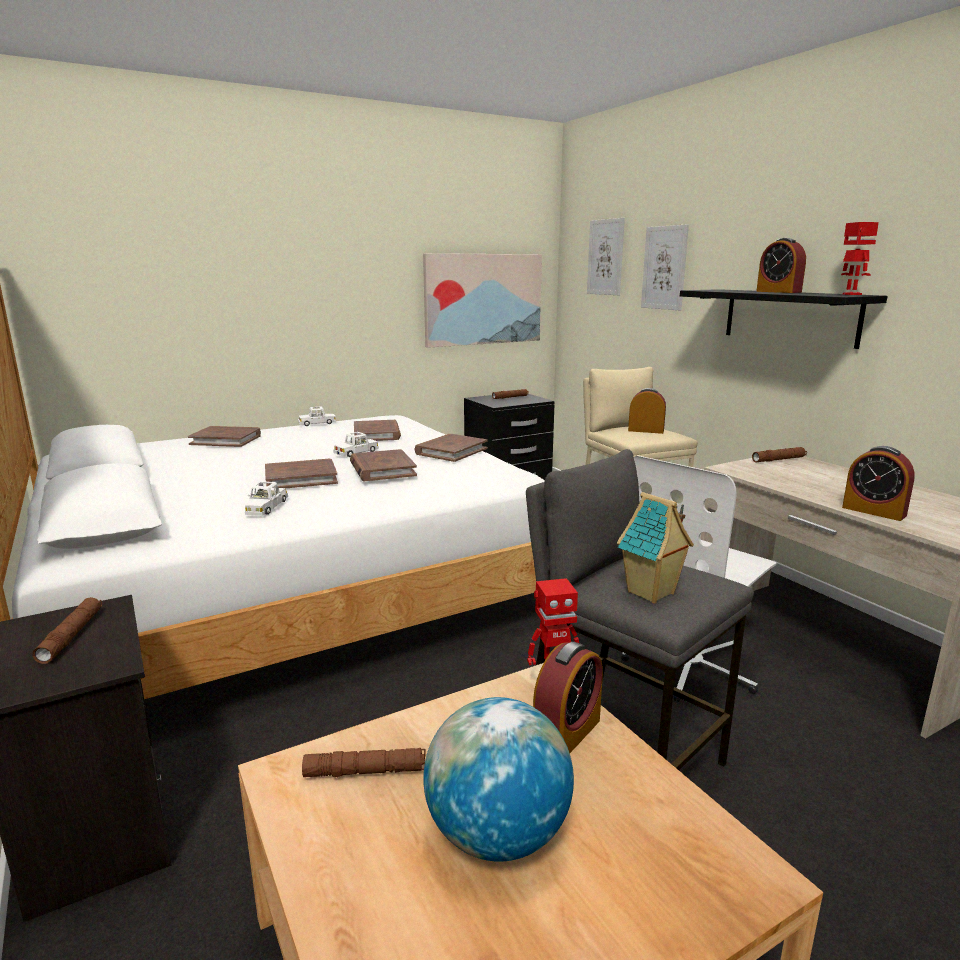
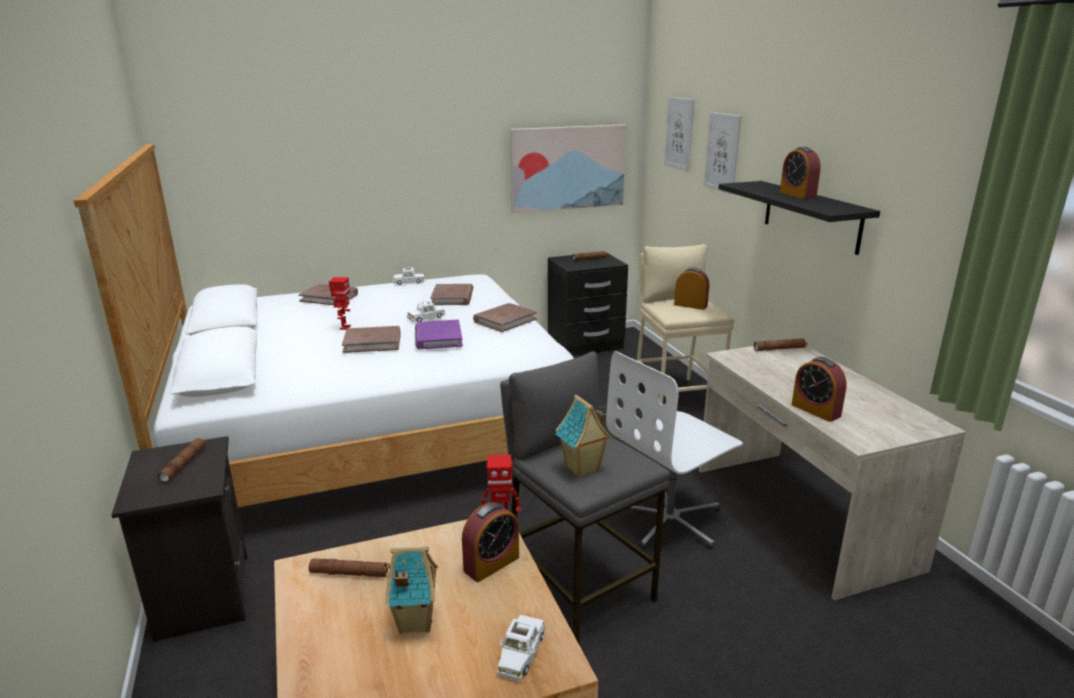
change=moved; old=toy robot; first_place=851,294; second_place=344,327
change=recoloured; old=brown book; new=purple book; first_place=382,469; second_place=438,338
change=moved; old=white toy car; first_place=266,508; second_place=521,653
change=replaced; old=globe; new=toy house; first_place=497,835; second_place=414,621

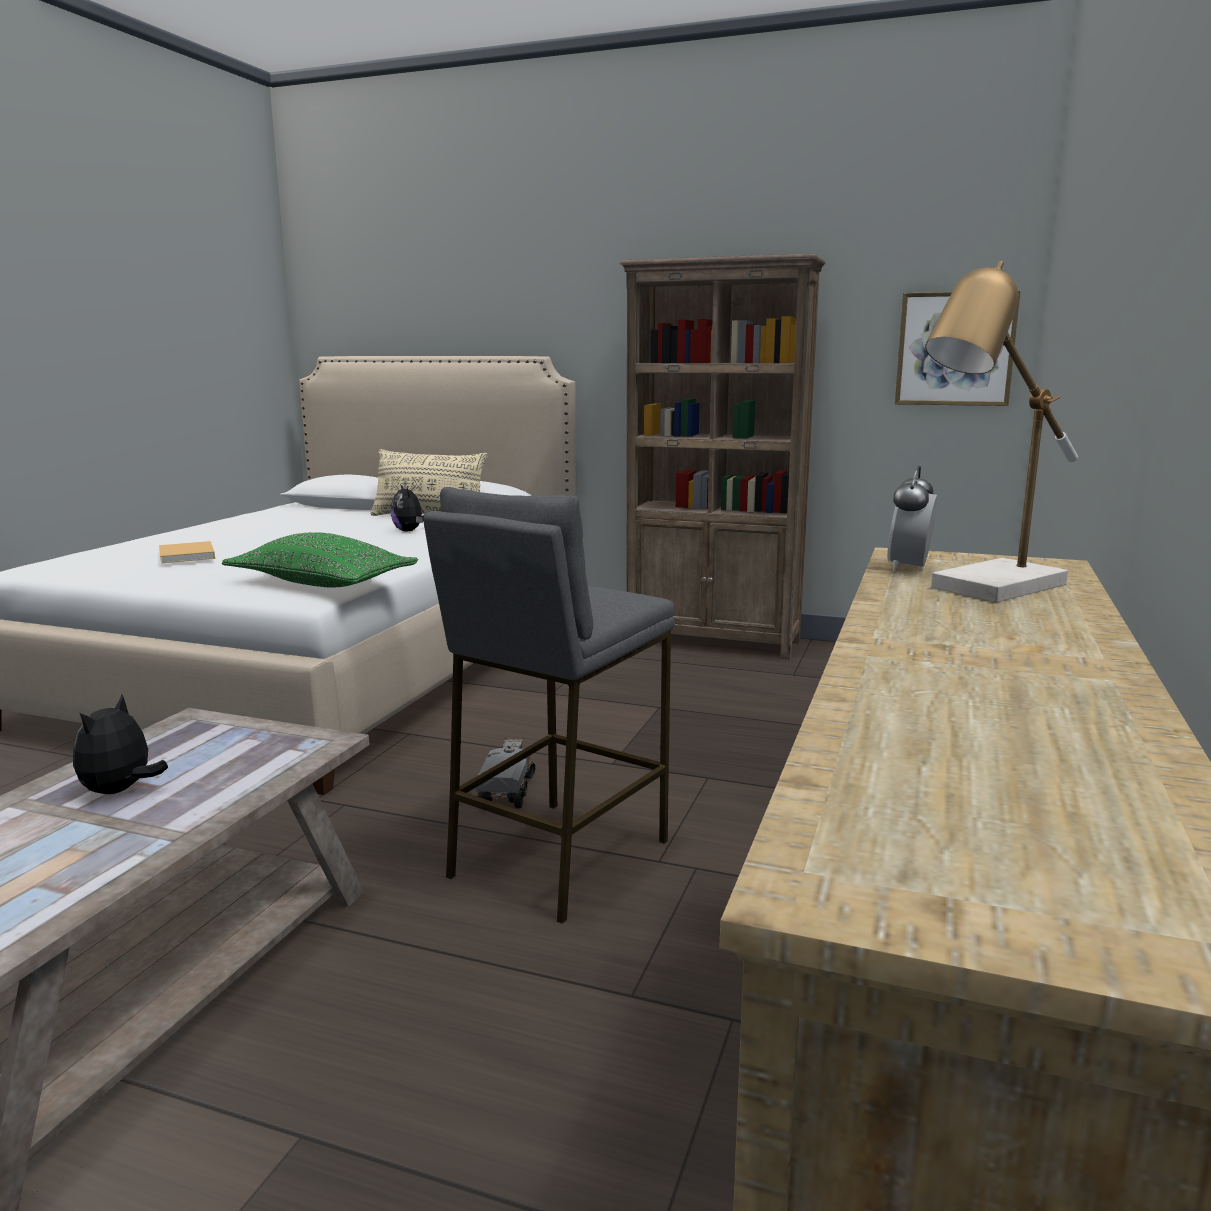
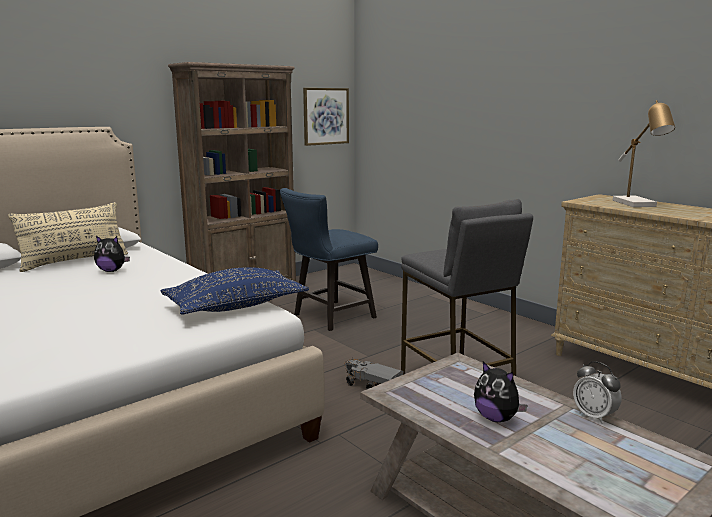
change=moved; old=alarm clock; first_place=909,568; second_place=594,416
change=recoloured; old=green pillow; new=blue pillow; first_place=322,584; second_place=236,306
change=removed; old=beige book; first_place=187,555
change=added; new=blue chair; second_place=329,317

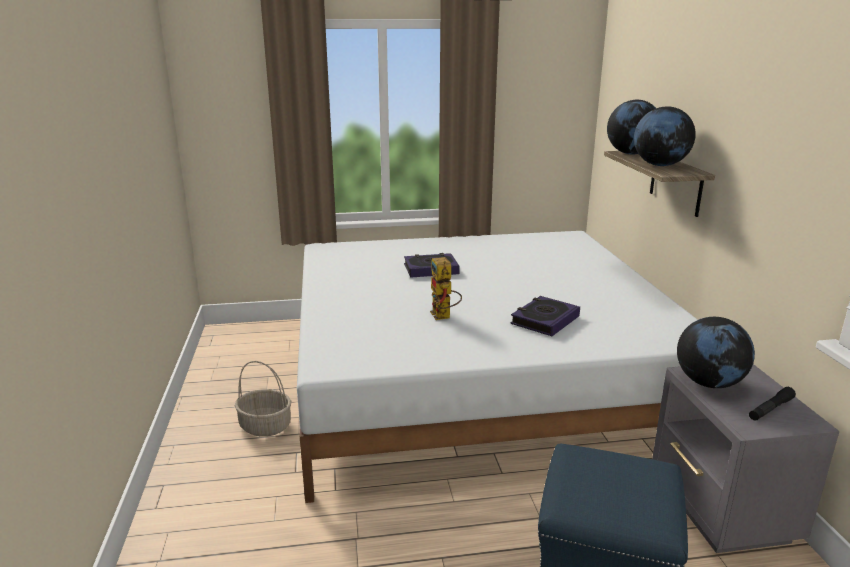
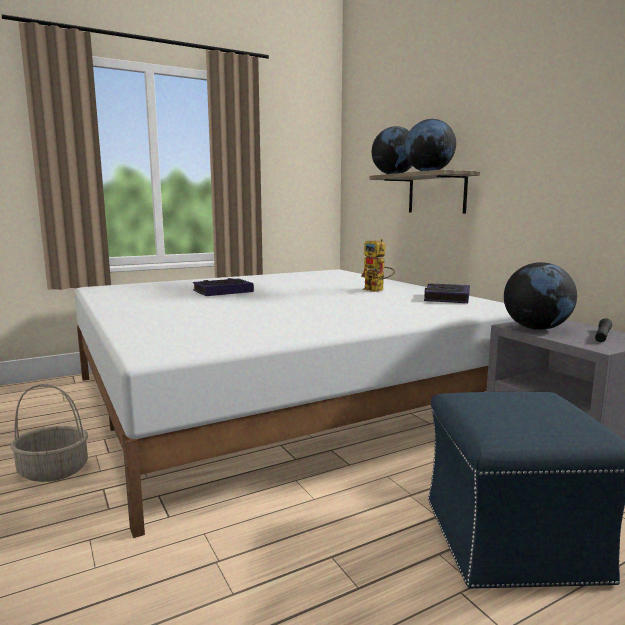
change=moved; old=toy robot; first_place=444,317; second_place=377,290
change=moved; old=book; first_place=544,320; second_place=447,298

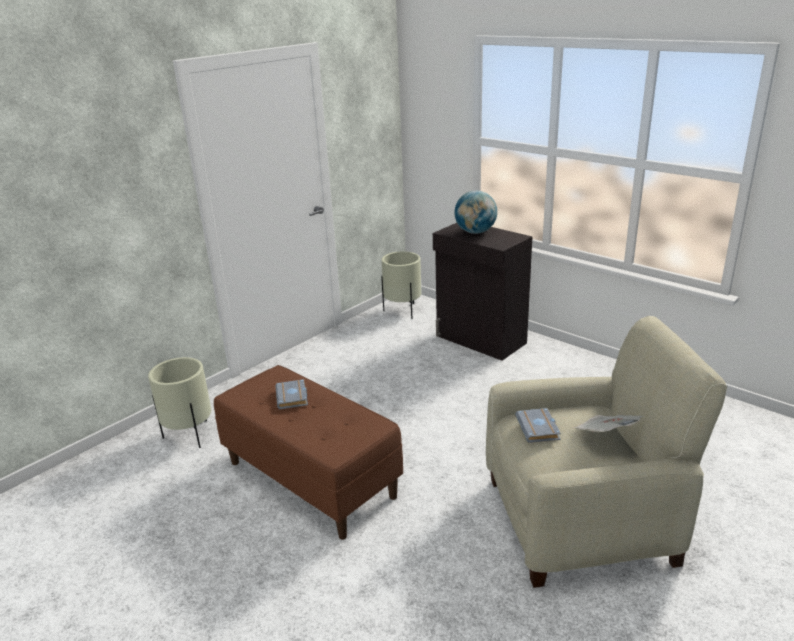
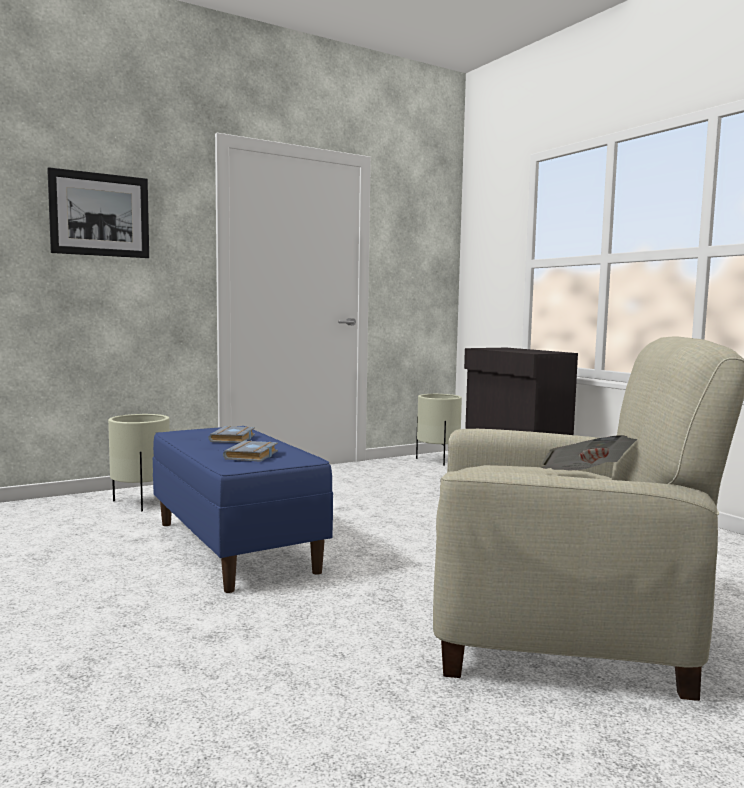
change=removed; old=globe; first_place=475,232
change=recoloured; old=brown bench; new=blue bench; first_place=309,479; second_place=233,546
change=moved; old=grey book; first_place=539,429; second_place=253,456
change=added; new=picture; second_place=100,215

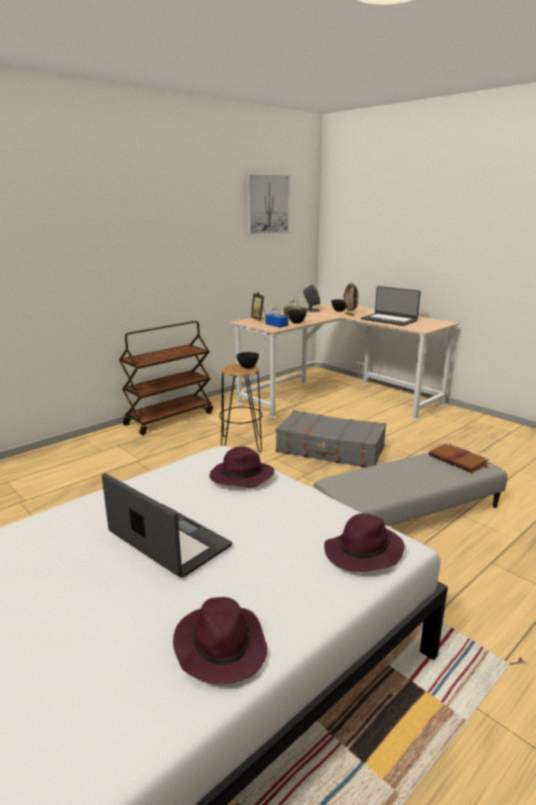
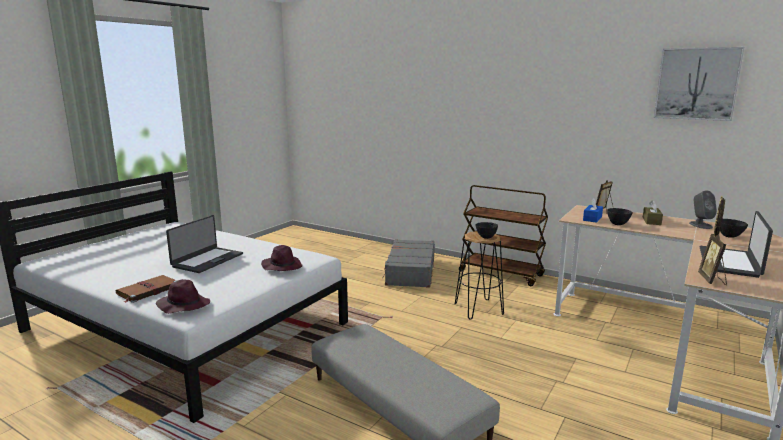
change=moved; old=grey suitcase; first_place=330,450; second_place=410,271
change=moved; old=brown book; first_place=459,460; second_place=147,290
change=removed; old=purple hat; first_place=220,646
change=added; new=picture frame; second_place=712,280

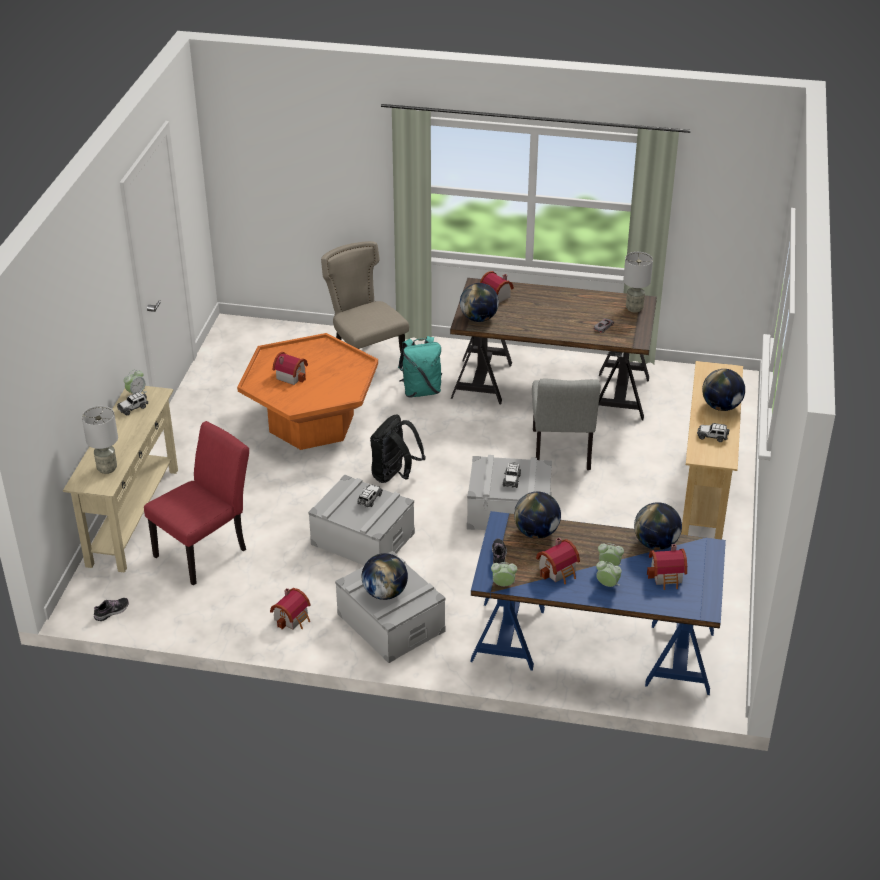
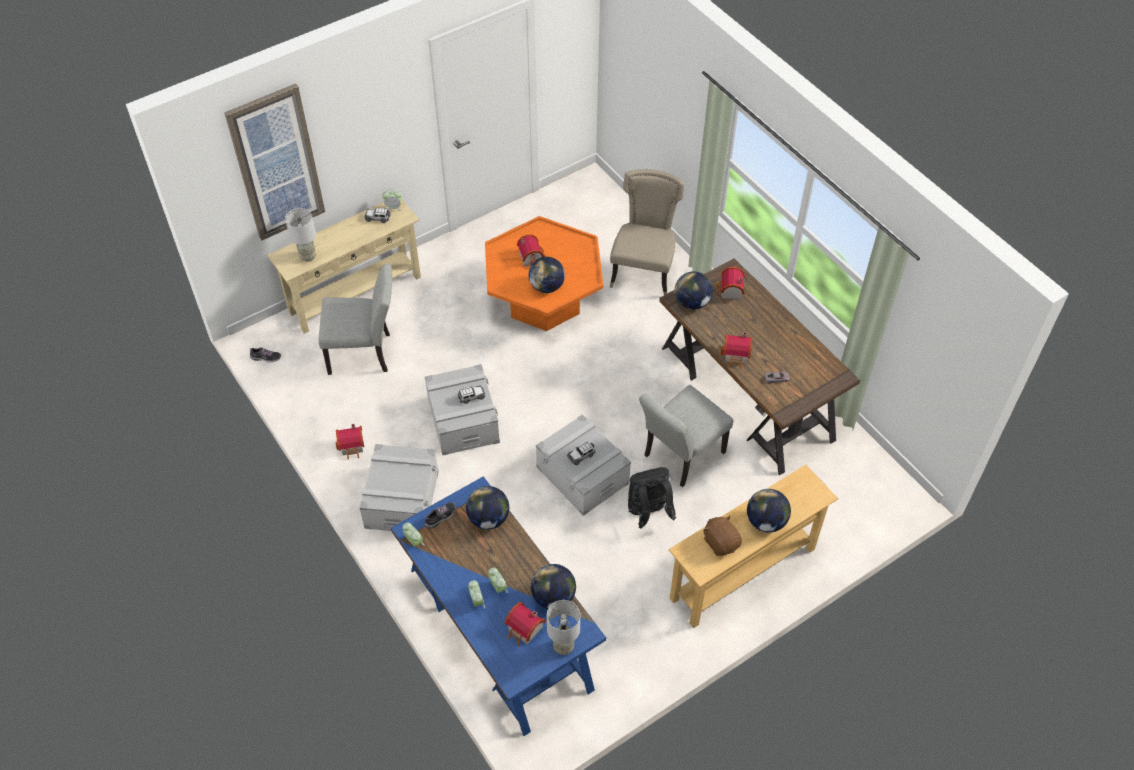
change=moved; old=grey table lamp; first_place=634,308; second_place=563,646
change=removed; old=turquoise backpack; first_place=421,391
change=moved; old=black backpack; first_place=394,476; second_place=648,513
change=recoloured; old=red chair; new=grey chair; first_place=206,550; second_place=365,353
change=replaced; old=toy car; new=brown plush toy; first_place=712,436; second_place=721,542
change=moved; old=toy house; first_place=559,571; second_place=736,356
change=moved; old=globe; first_place=385,593; second_place=547,286
change=added; new=picture; second_place=276,163

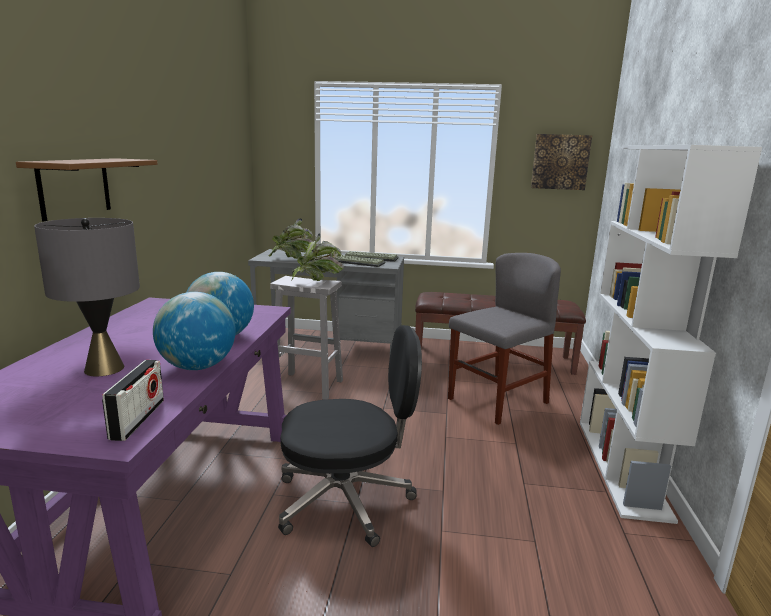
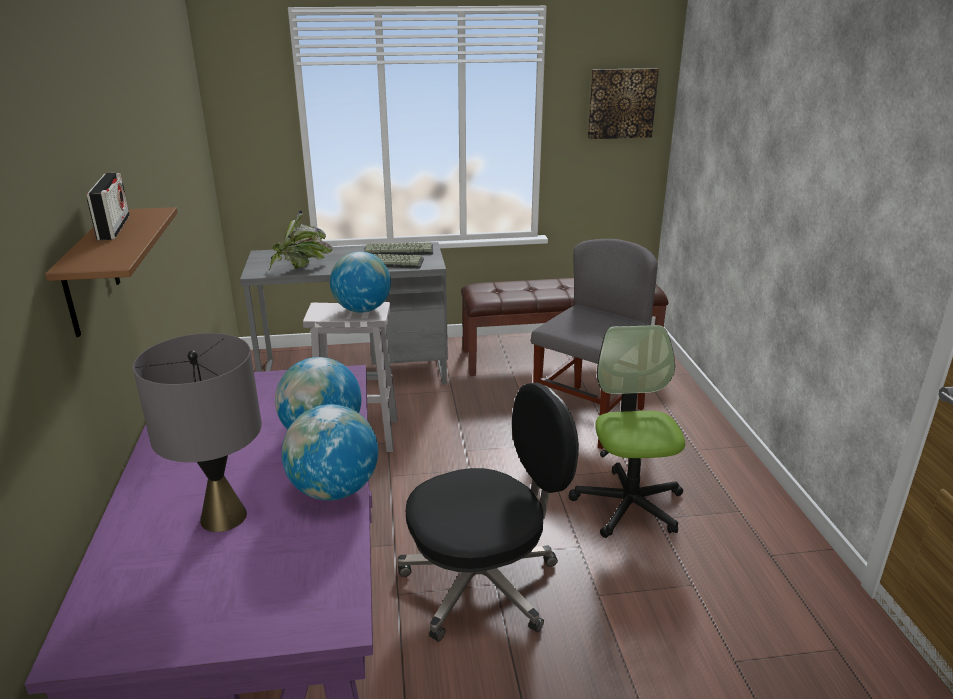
change=removed; old=white bookcase; first_place=622,466
change=replaced; old=potted plant; new=globe; first_place=317,282; second_place=362,310
change=moved; old=radio; first_place=137,419; second_place=114,227
change=added; new=office chair; second_place=628,505

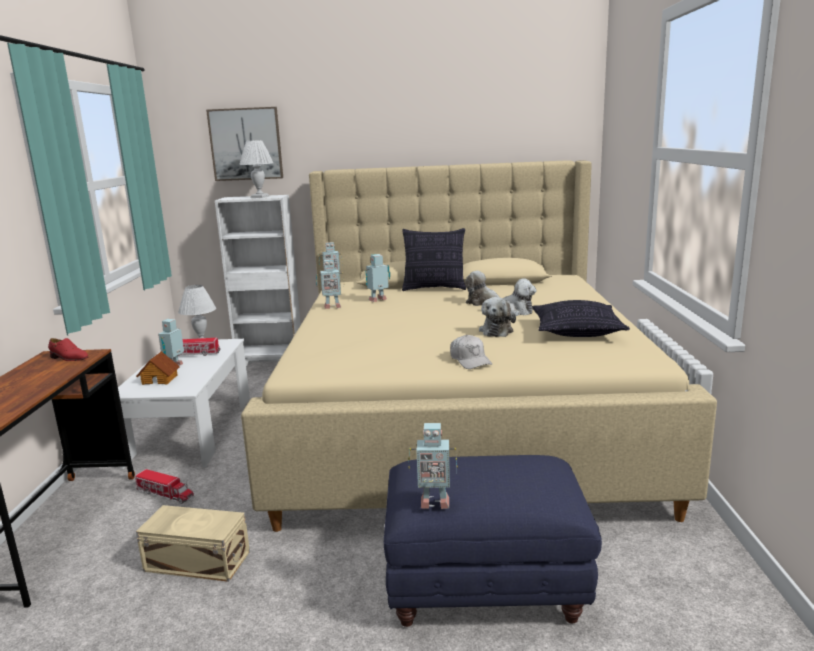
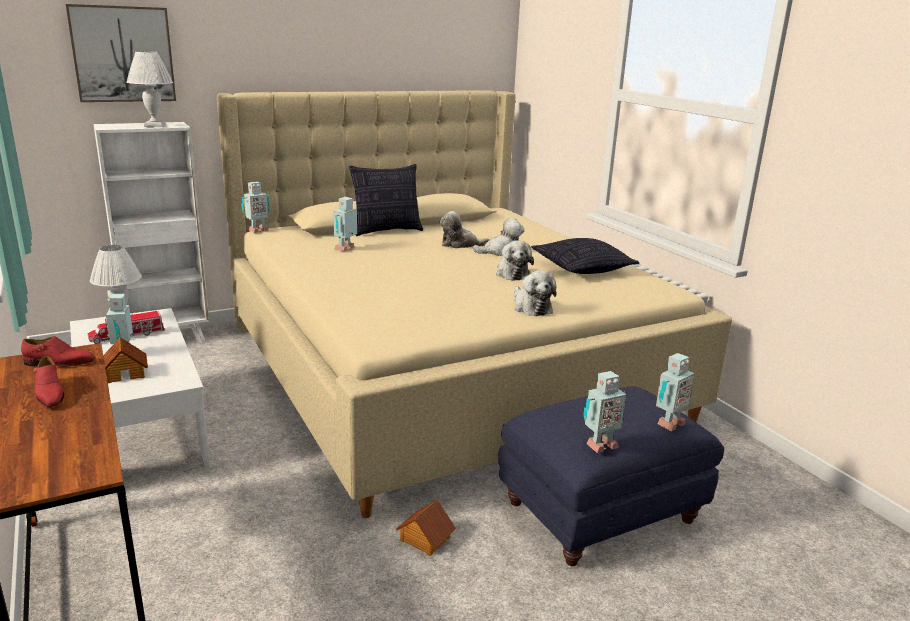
change=moved; old=toy robot; first_place=332,307; second_place=668,423
change=replaced; old=white cap; new=plush toy; first_place=470,360; second_place=531,307
change=removed; old=toy truck; first_place=165,494
change=removed; old=beige storage box; first_place=197,560
change=added; new=red shoe; second_place=49,394
change=added; new=toy house; second_place=424,539

